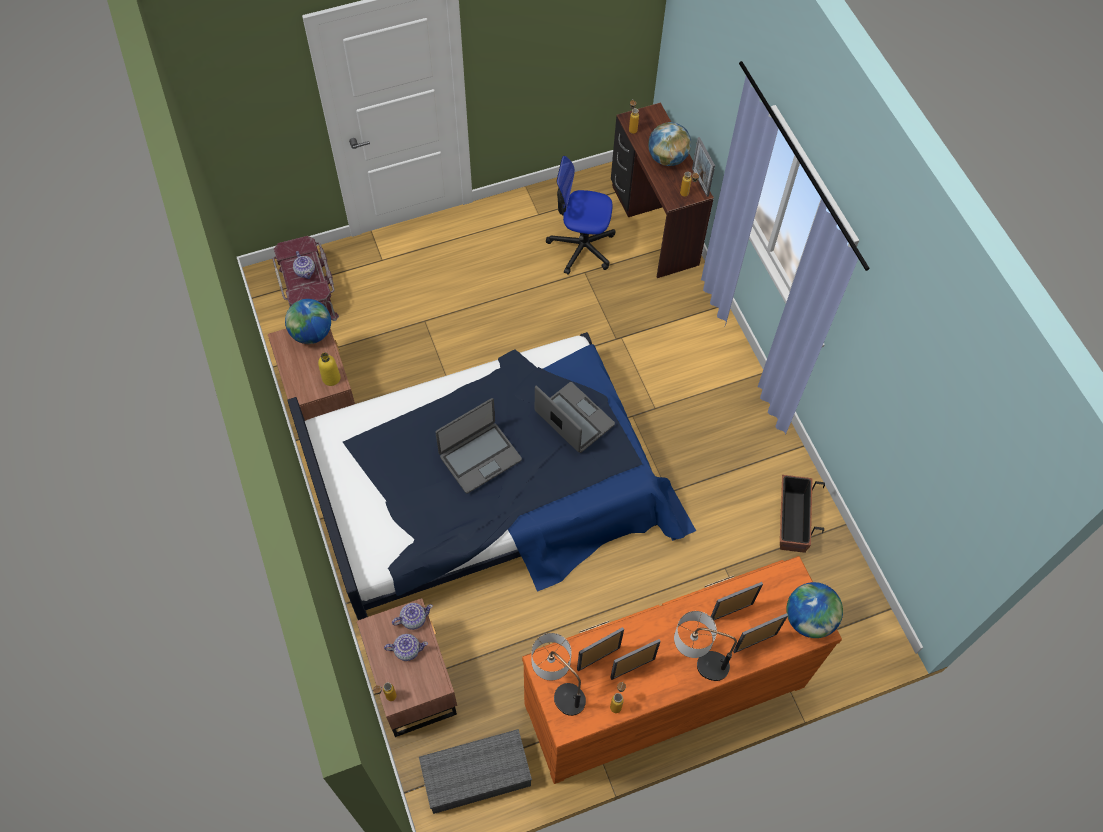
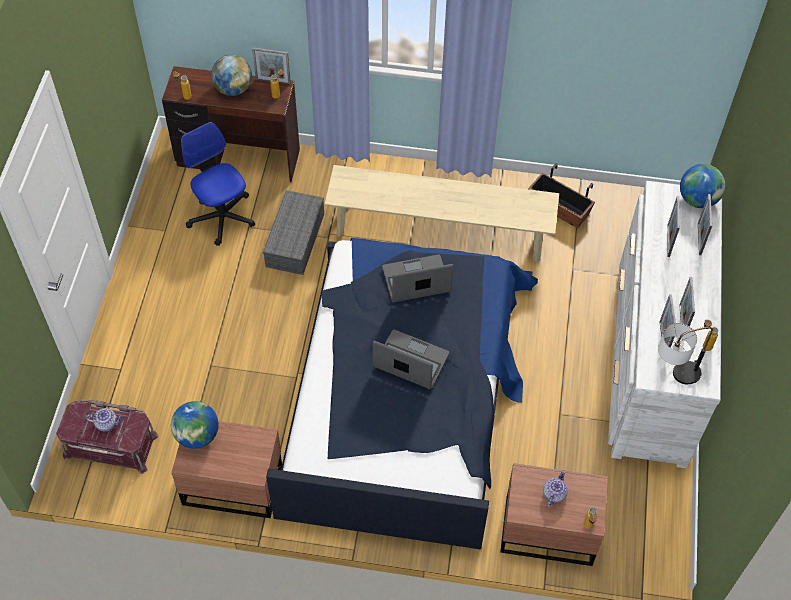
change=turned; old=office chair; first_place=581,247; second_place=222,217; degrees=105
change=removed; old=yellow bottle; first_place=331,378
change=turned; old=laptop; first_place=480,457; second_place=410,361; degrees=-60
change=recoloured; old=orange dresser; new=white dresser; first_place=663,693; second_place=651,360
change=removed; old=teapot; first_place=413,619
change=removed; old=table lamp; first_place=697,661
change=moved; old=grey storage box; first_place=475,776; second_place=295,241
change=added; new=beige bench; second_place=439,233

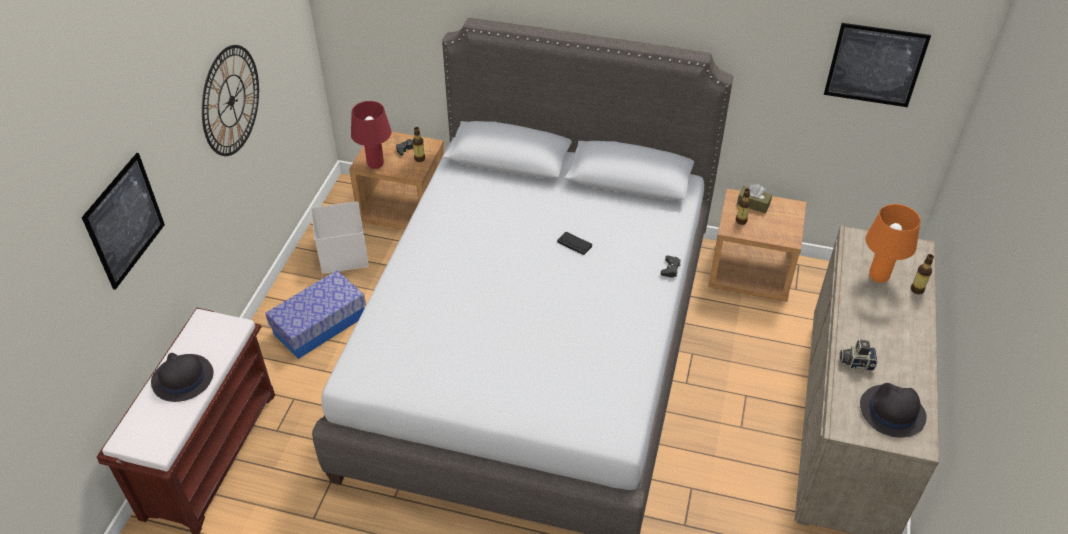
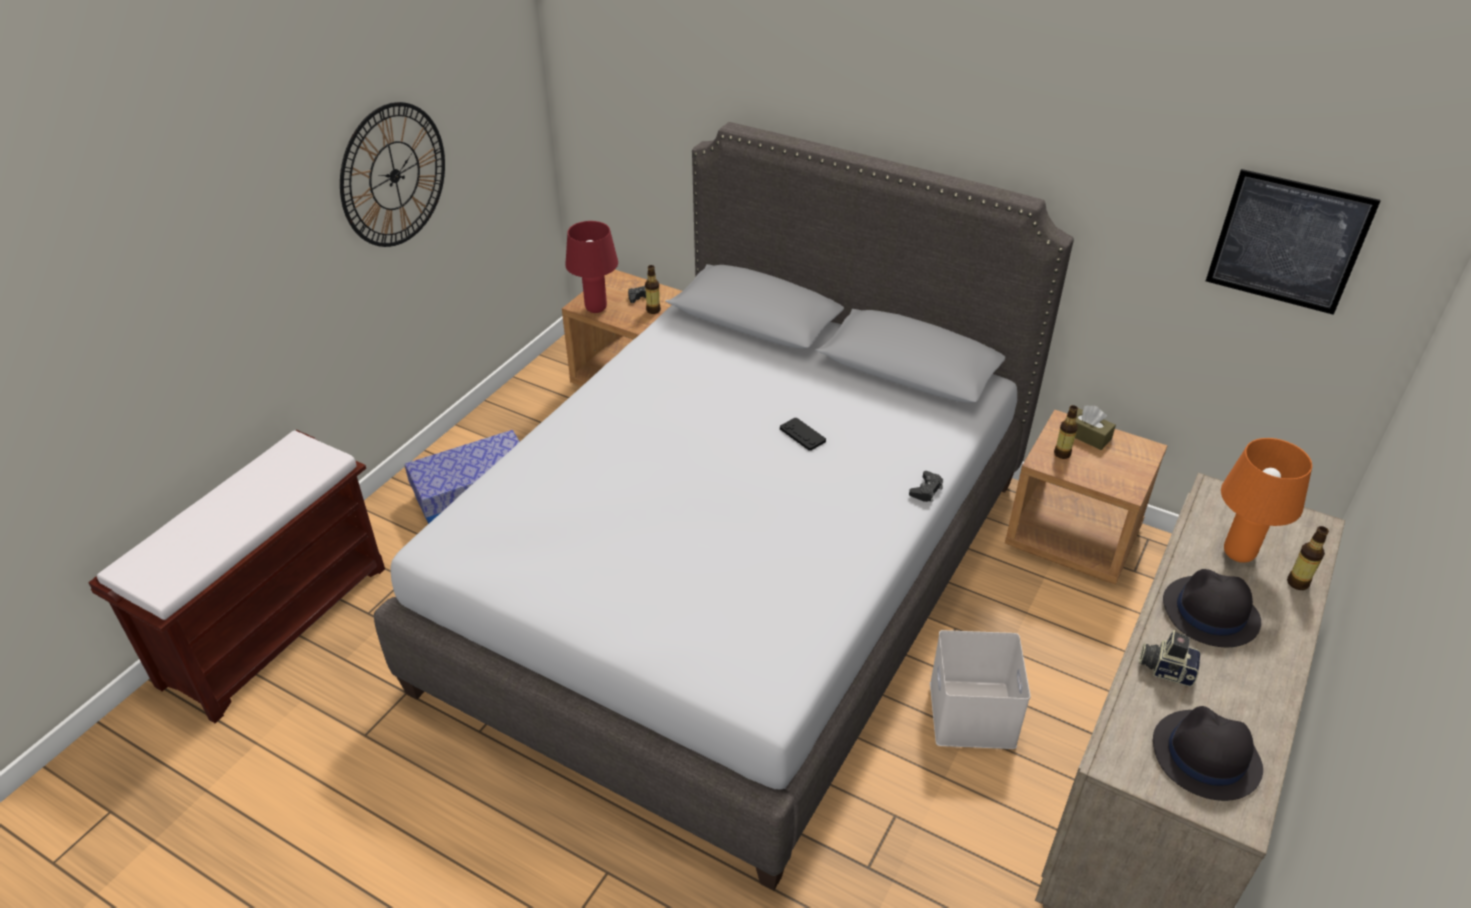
change=removed; old=picture; first_place=124,221
change=moved; old=white storage box; first_place=344,254; second_place=974,715
change=moved; old=black hat; first_place=182,379; second_place=1209,613

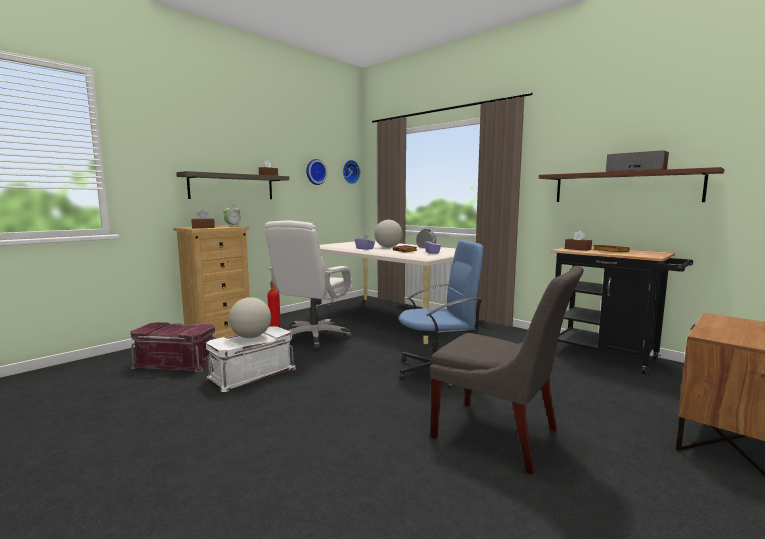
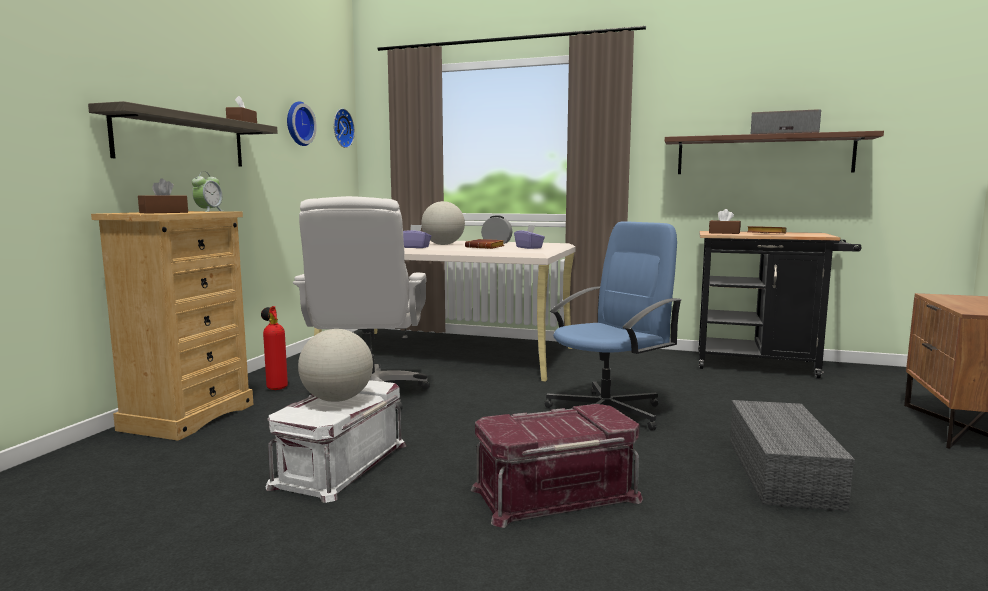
change=replaced; old=grey chair; new=grey storage box; first_place=500,436; second_place=784,473
change=moved; old=red storage box; first_place=177,362; second_place=554,493

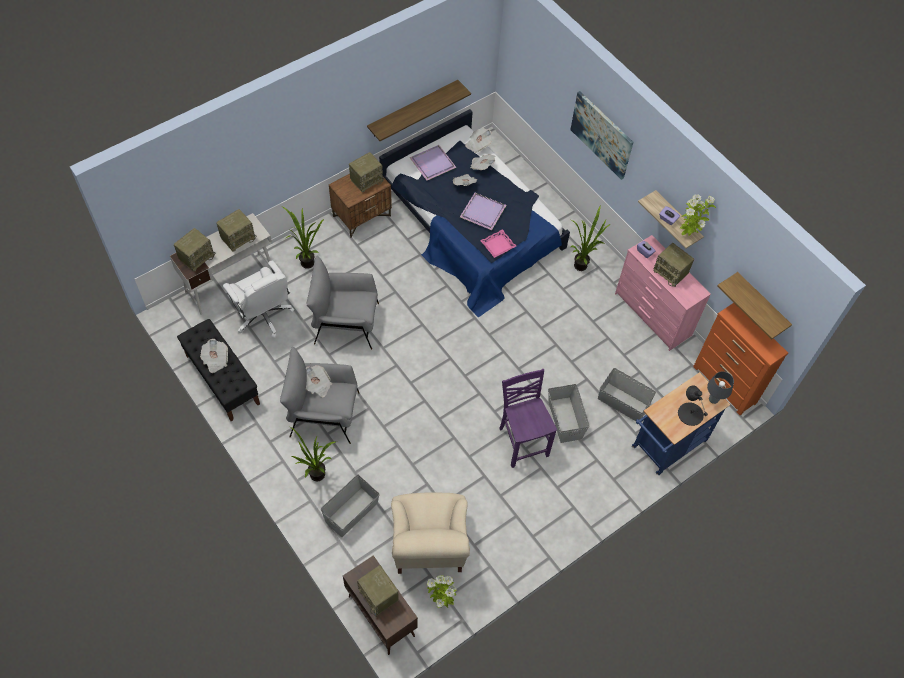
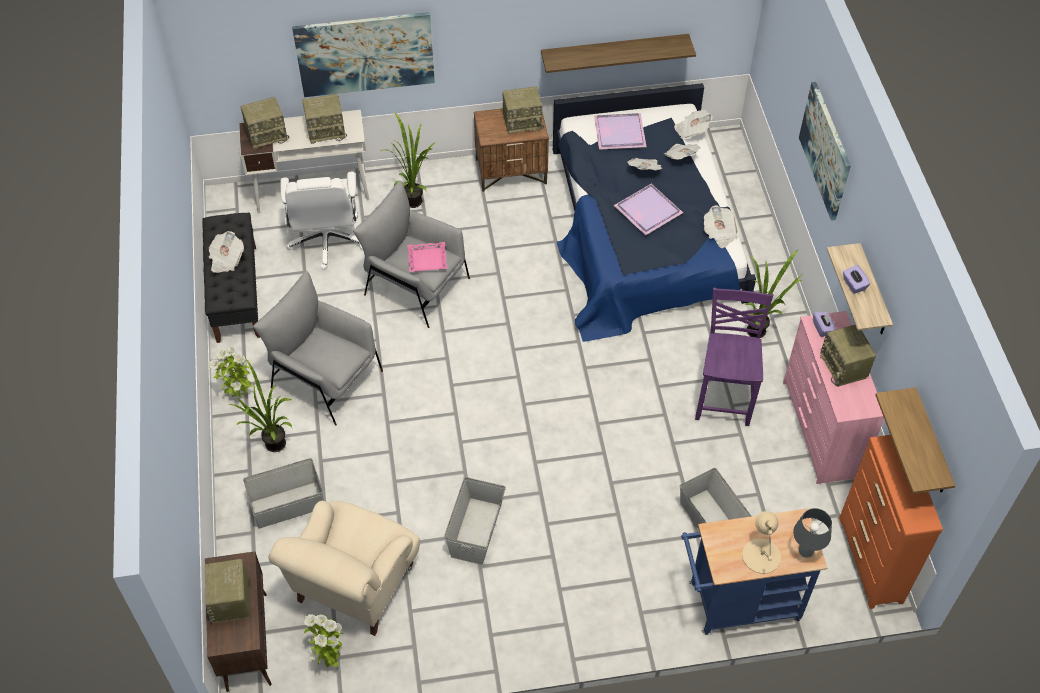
change=moved; old=potted plant; first_place=688,234; second_place=239,395
change=moved; old=pink tray; first_place=498,245; second_place=427,260
change=moved; old=newspaper; first_place=317,385; second_place=719,233
change=moved; old=purple chair; first_place=522,441; second_place=724,397
change=moved; old=grey storage box; first_place=564,420; second_place=475,531
change=recoloured; old=black table lamp; new=beige table lamp; first_place=690,413; second_place=761,555
change=added; new=picture; second_place=365,54

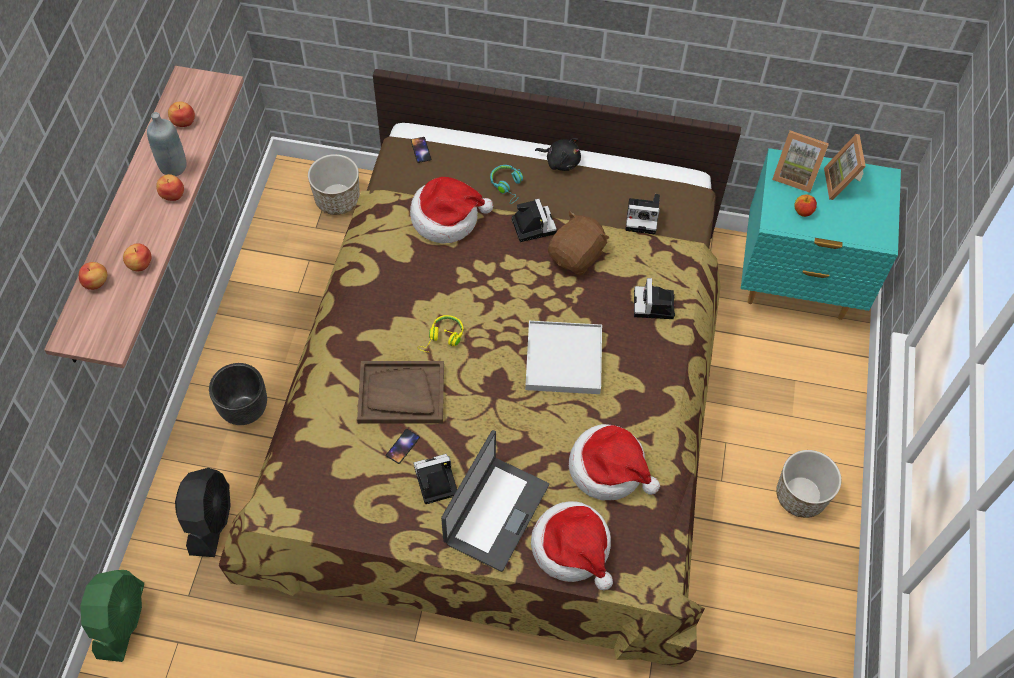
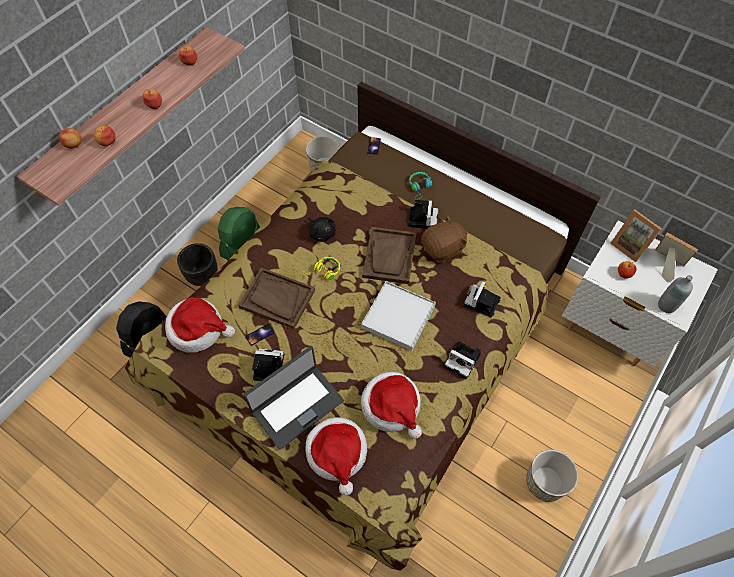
change=moved; old=grey bottle; first_place=173,167; second_place=666,305
change=turned; old=picture frame; first_place=842,184; second_place=665,264; degrees=105
change=moved; old=black plush toy; first_place=560,161; second_place=322,233
change=recoloured; old=turquoise nightstand; new=white nightstand; first_place=797,284; second_place=611,329
change=moved; old=hat; first_place=447,217; second_place=198,329
change=moved; old=photo camera; first_place=643,217; second_place=463,361
change=moved; old=green fan; first_place=121,620; second_place=241,242
change=added; new=brown tray; second_place=389,256

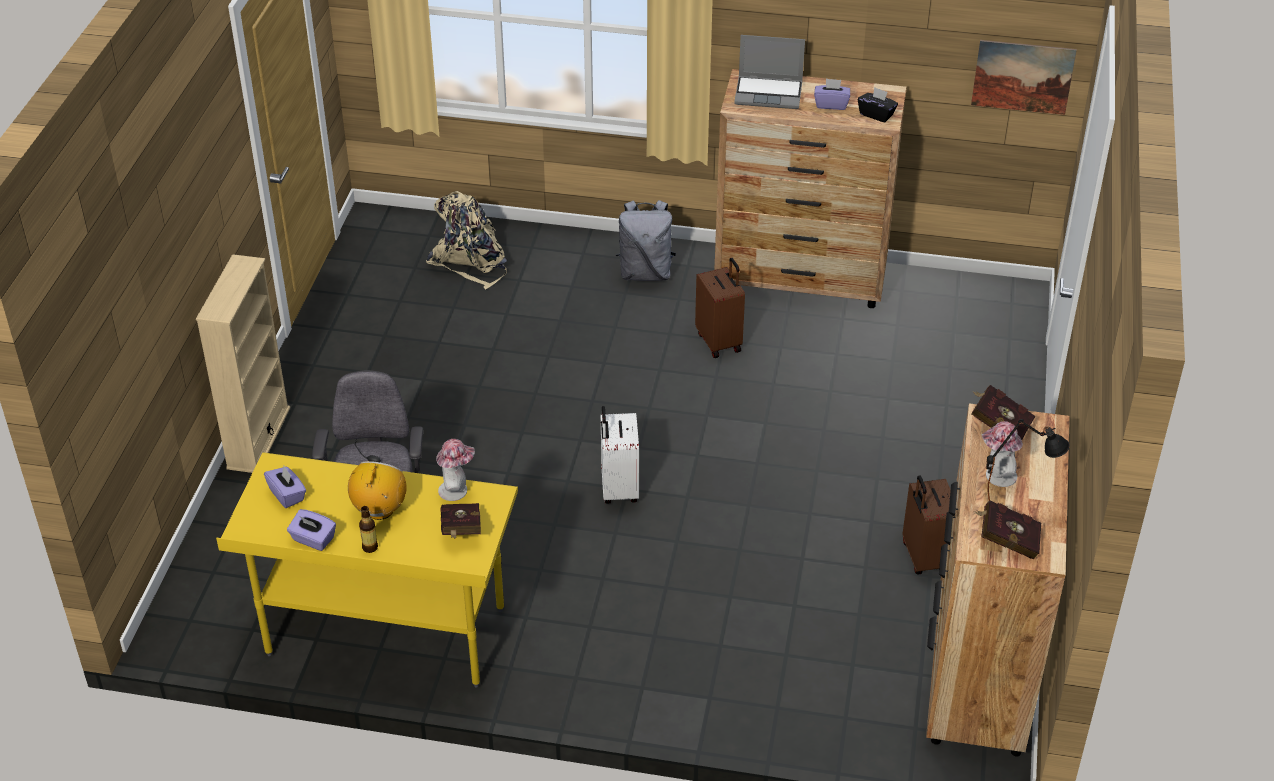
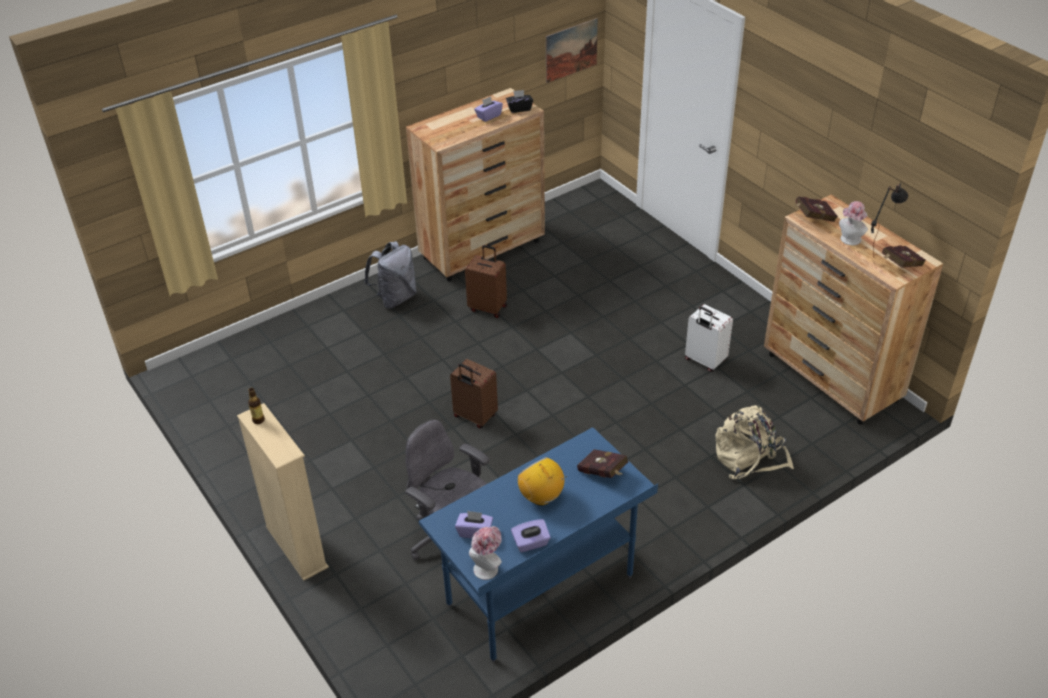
change=removed; old=laptop; first_place=769,93
change=moved; old=beige backpack; first_place=471,261; second_place=749,457
change=moved; old=white suitcase; first_place=618,489; second_place=704,361
change=moved; old=hat; first_place=457,490; second_place=487,567
change=recoloured; old=yellow desk; new=blue desk; first_place=386,633; second_place=540,591
change=moved; old=brown suitcase; first_place=924,557; second_place=474,417
change=moved; old=bottle; first_place=370,547; second_place=258,420

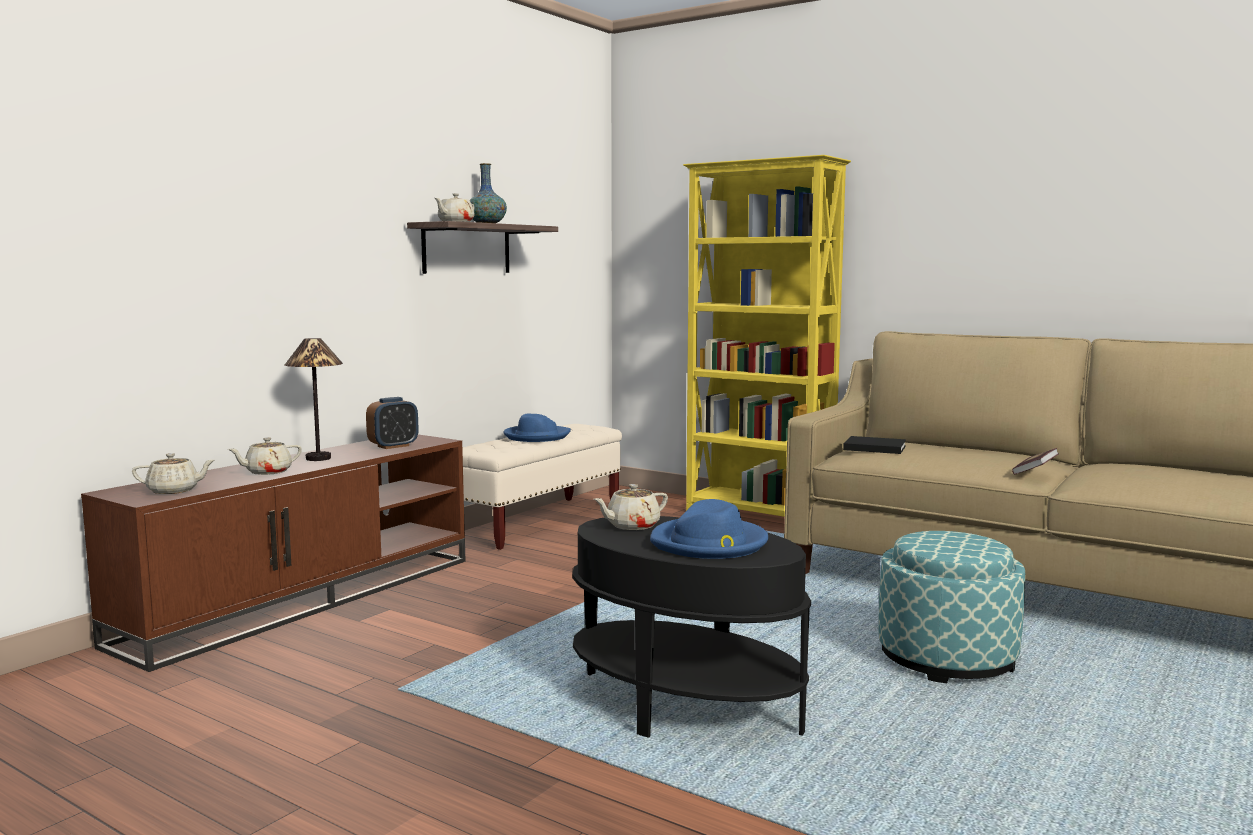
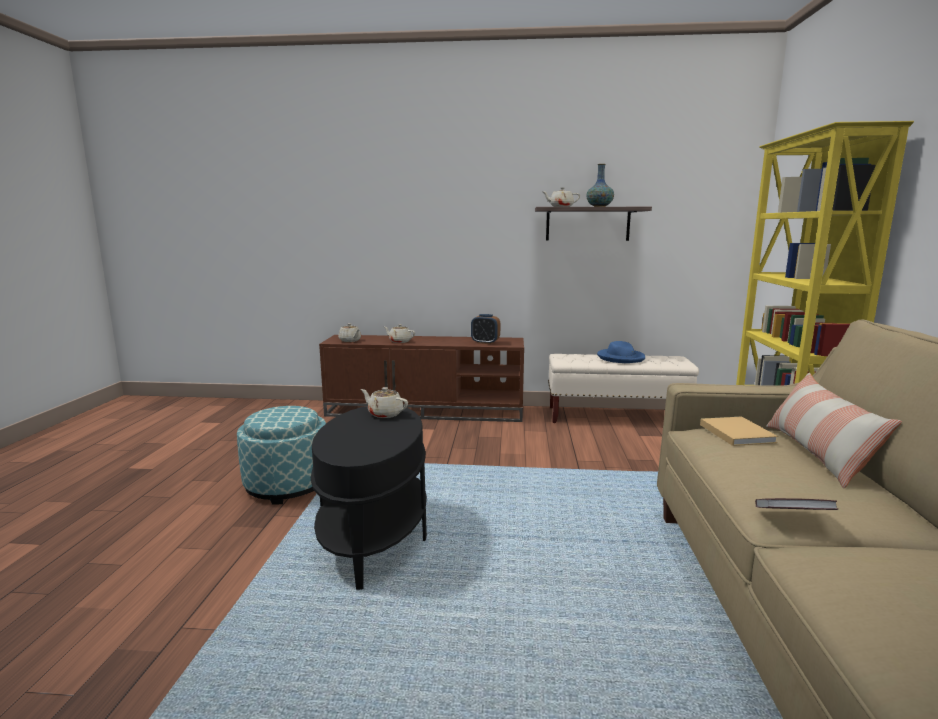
change=removed; old=table lamp; first_place=318,458
change=recoloured; old=black book; new=beige book; first_place=872,447; second_place=735,432
change=removed; old=blue hat; first_place=709,543
change=moved; old=ottoman; first_place=946,659; second_place=287,485
change=added; new=pillow; second_place=817,454

